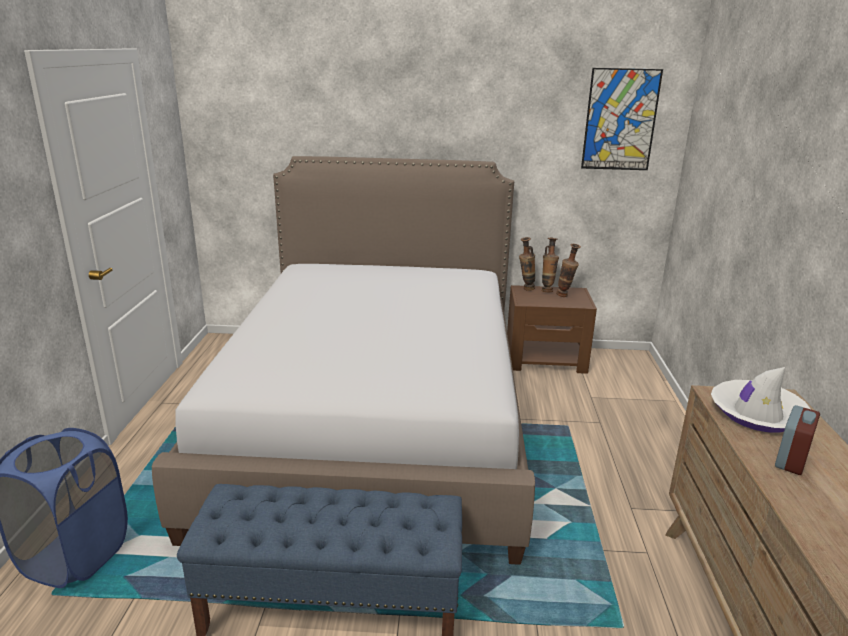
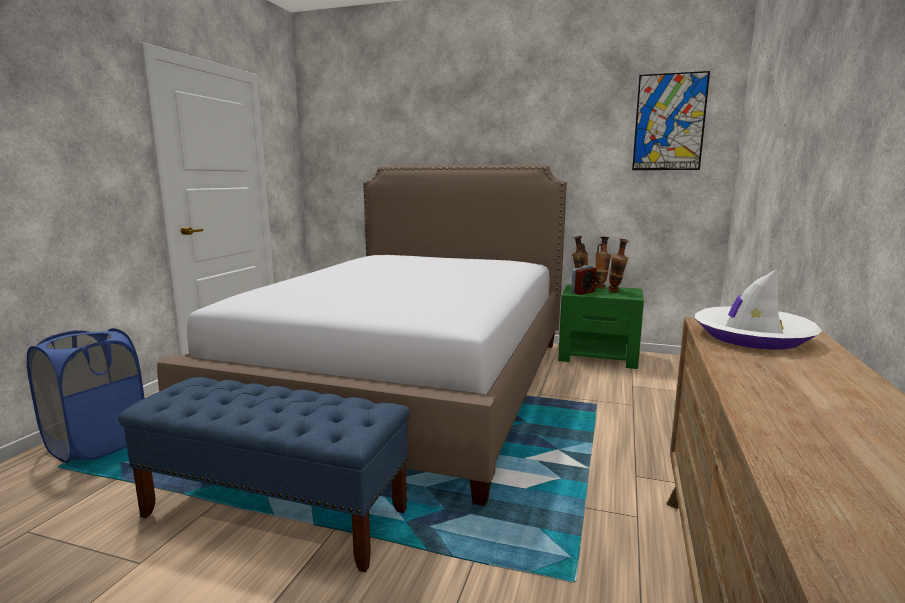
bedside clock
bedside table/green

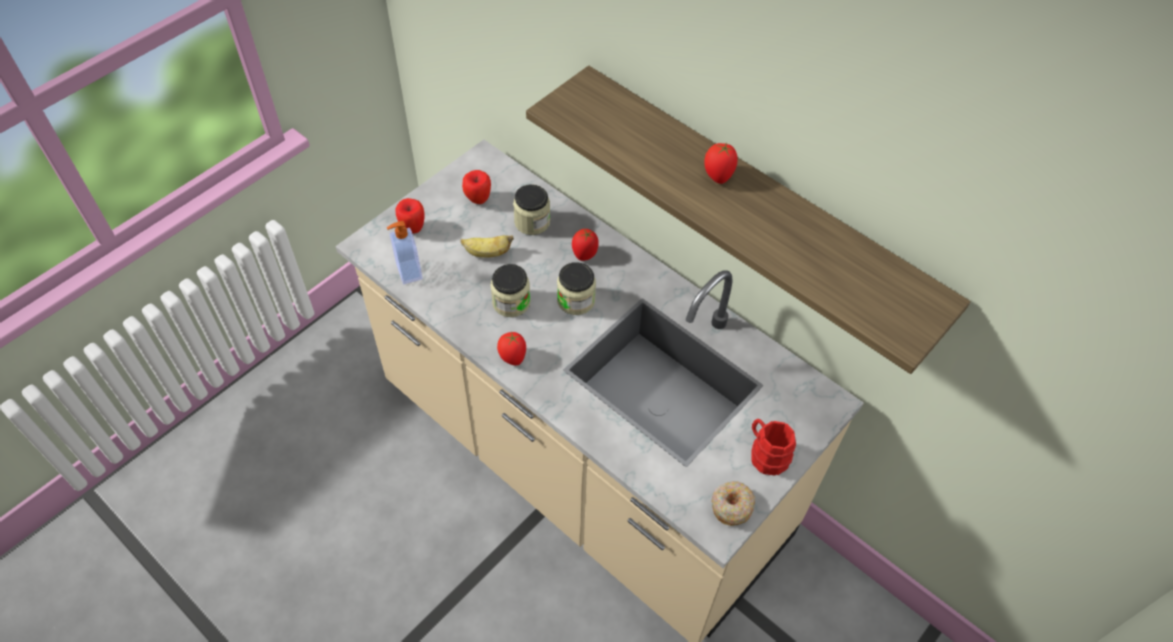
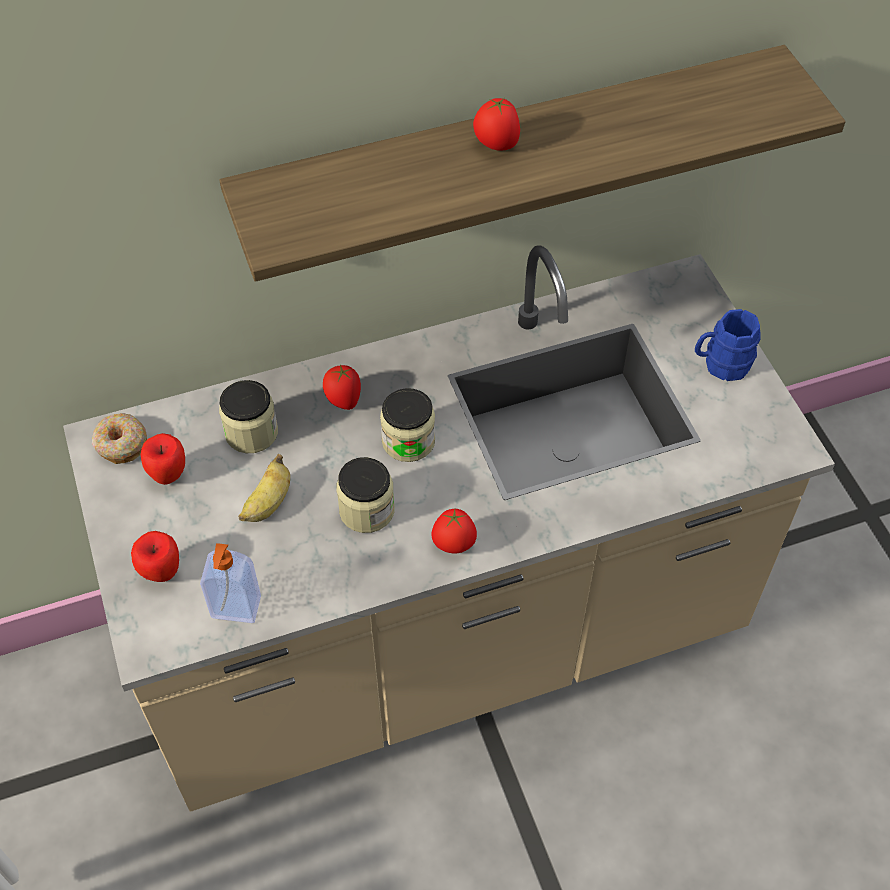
donut
tea mug/blue

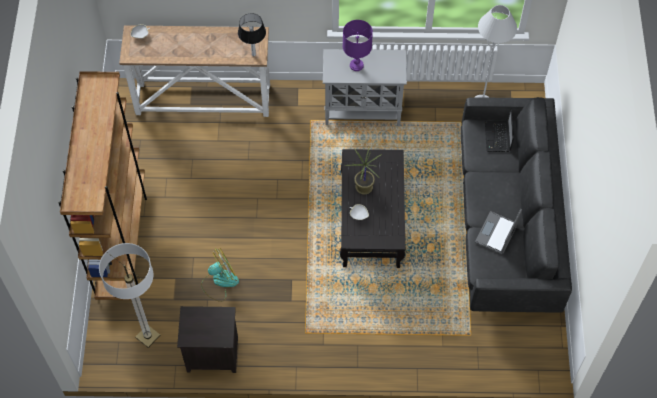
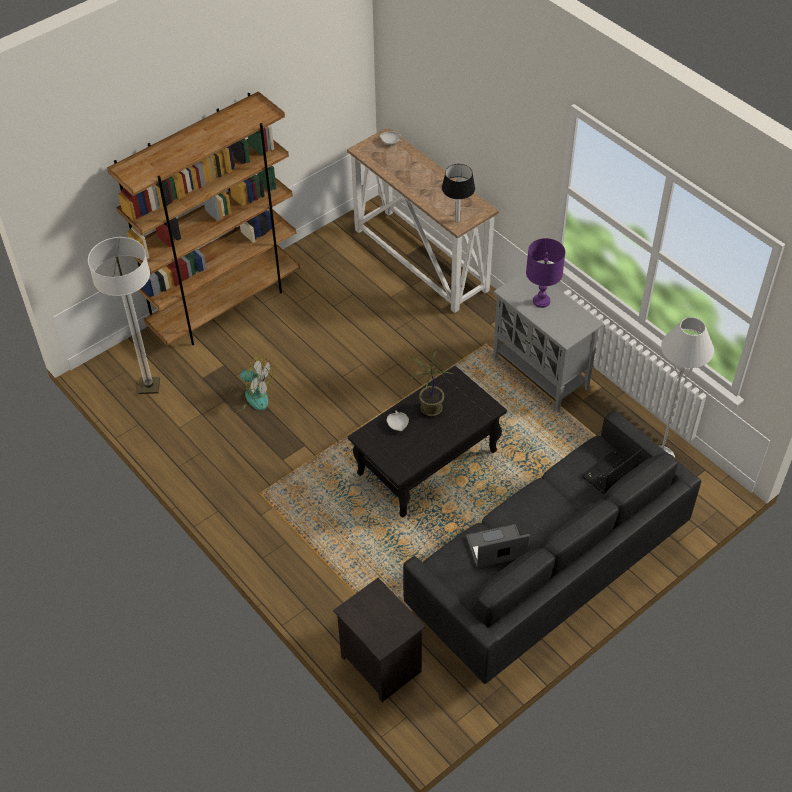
bedside table/black

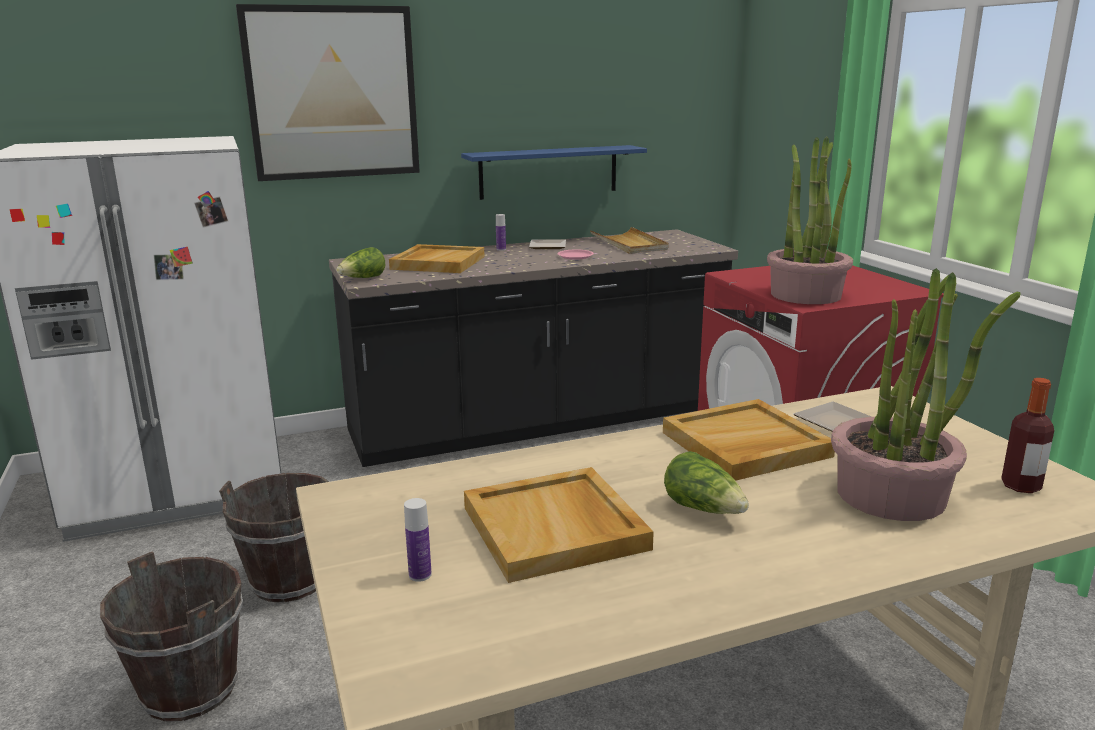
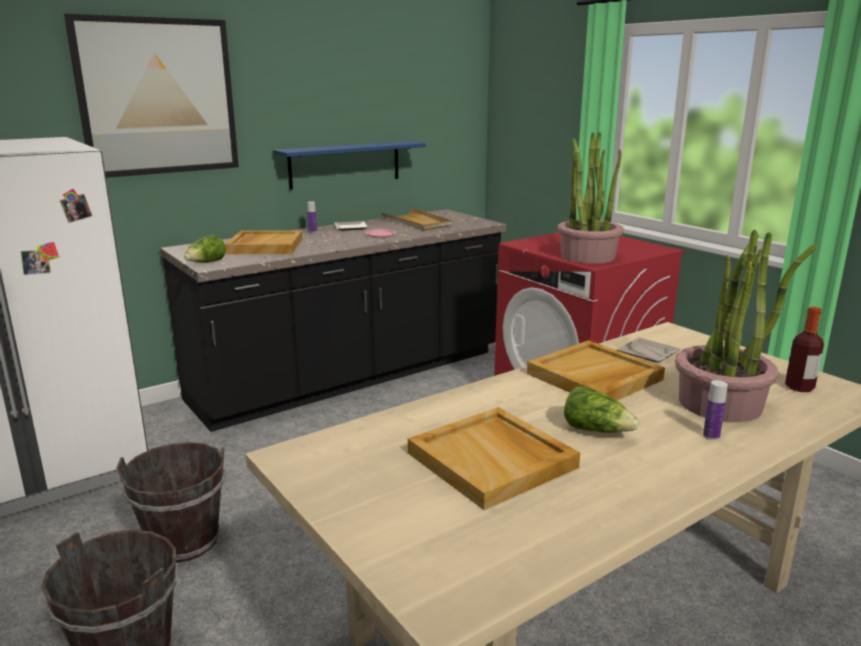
beverage bottle (2nd from left)

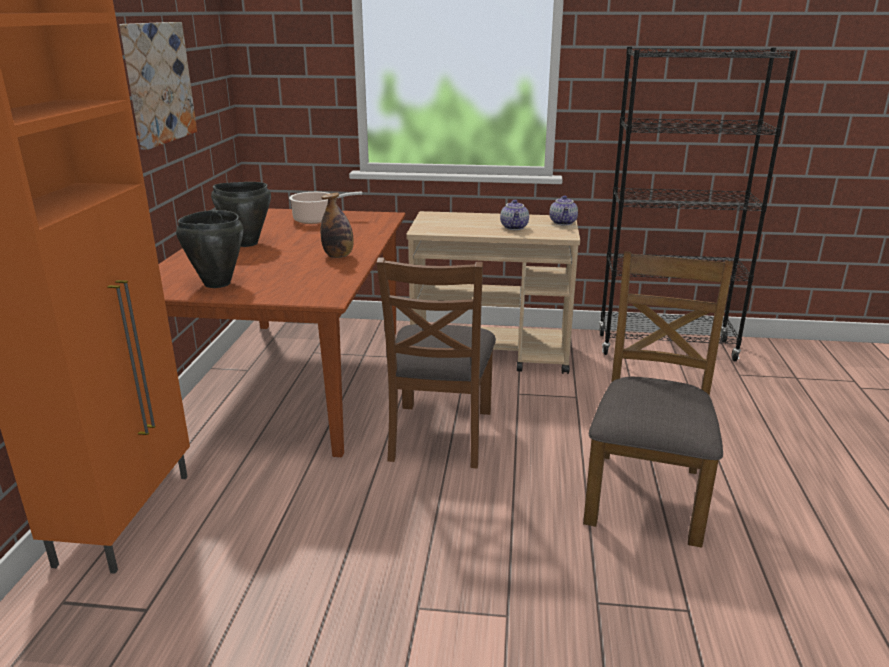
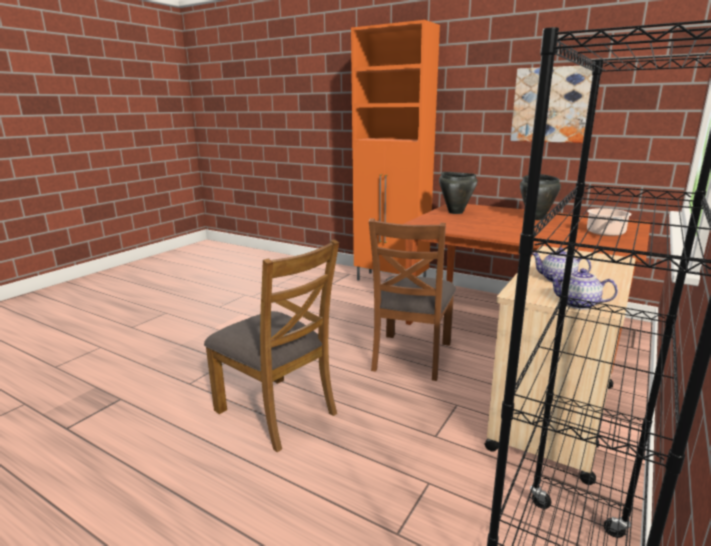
beverage bottle
upright chair/brown (2nd from left)

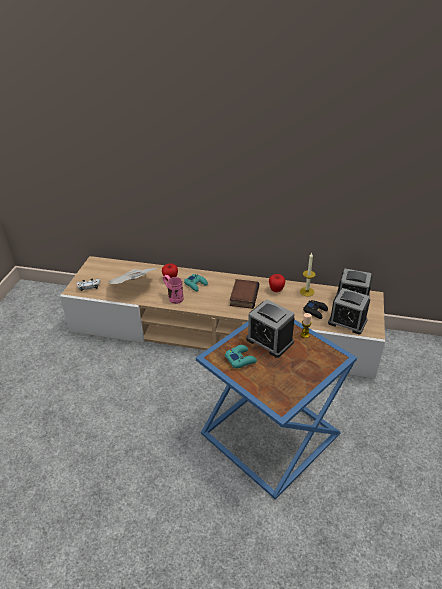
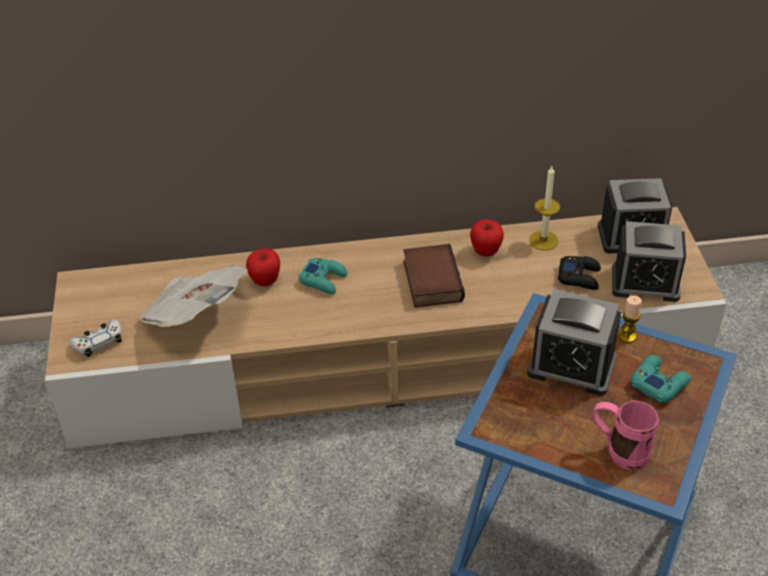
tea mug/pinkish
gamepad/turquoise-coloured (2nd from left)

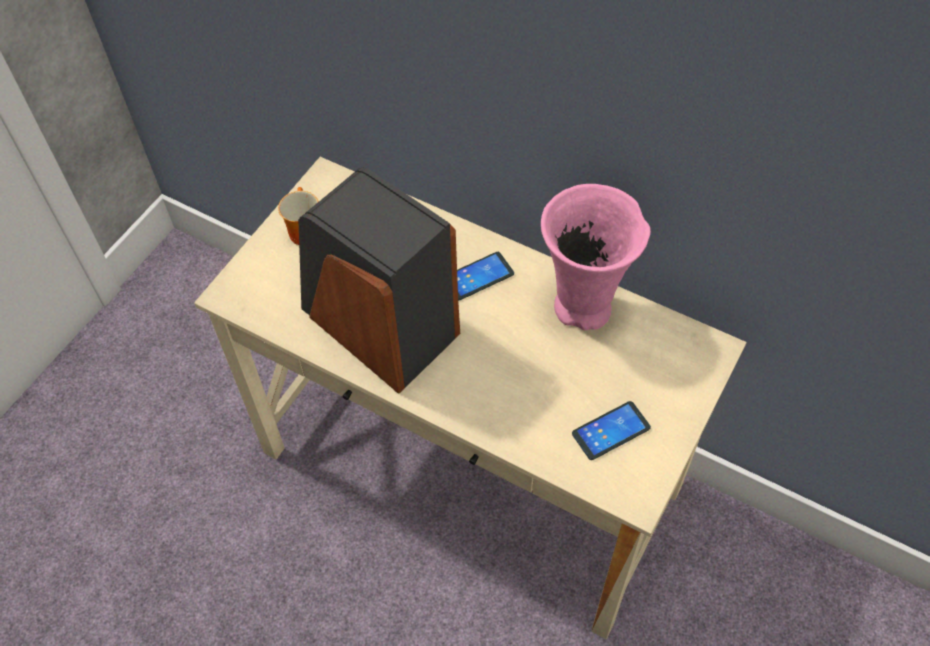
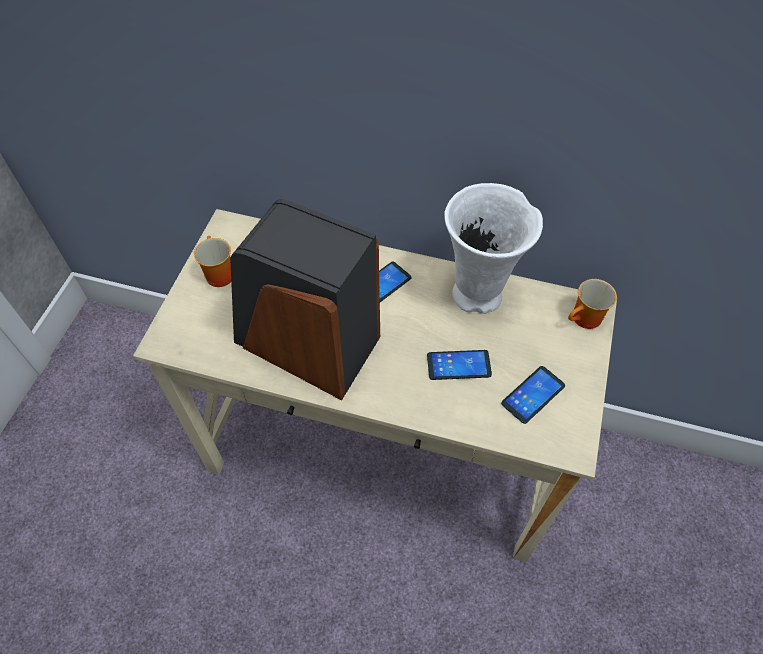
telephone (2nd from left)
tea mug (2nd from left)
decorative vase/white

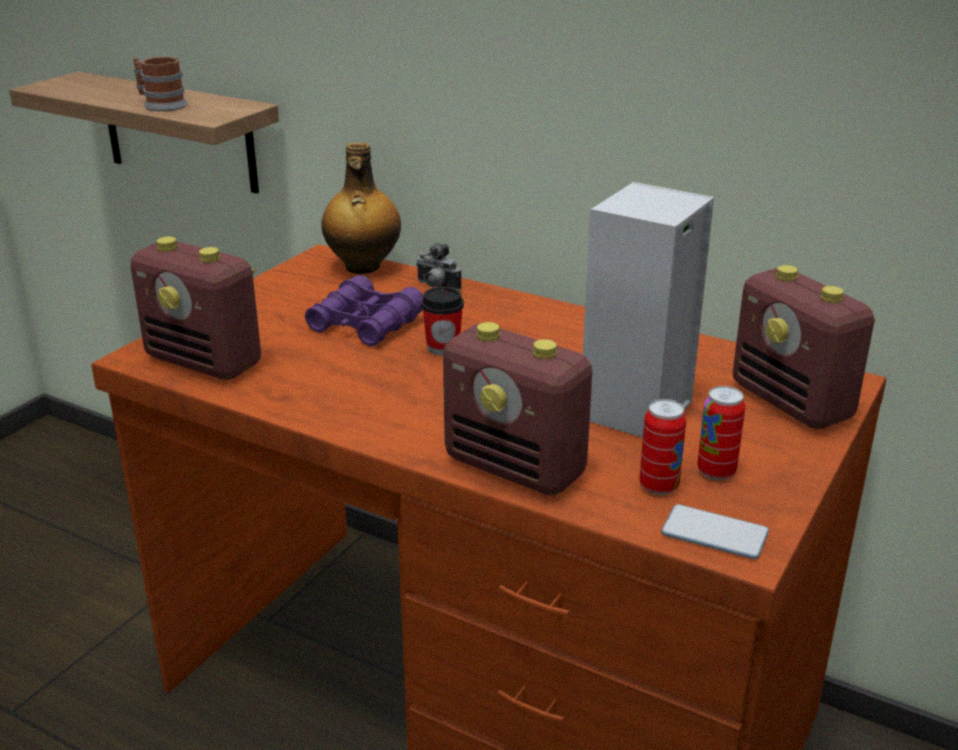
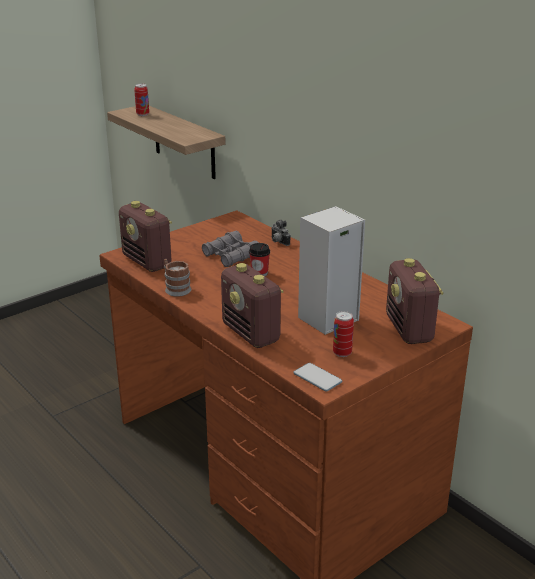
beverage bottle
tea mug
metal can (1st from left)
field glasses/greyish

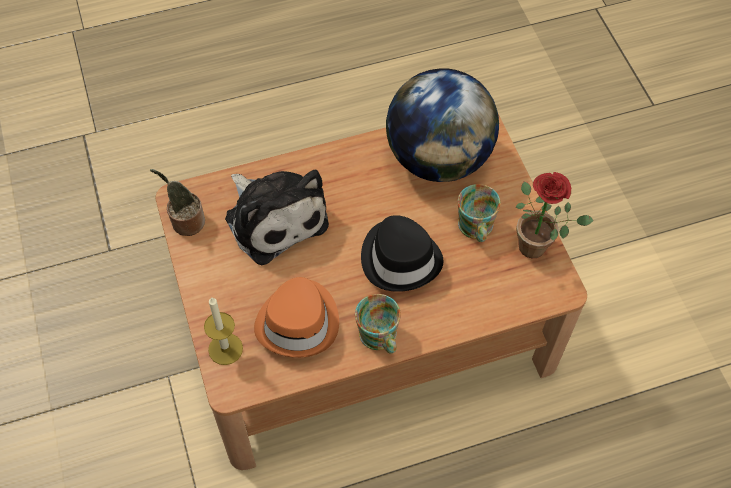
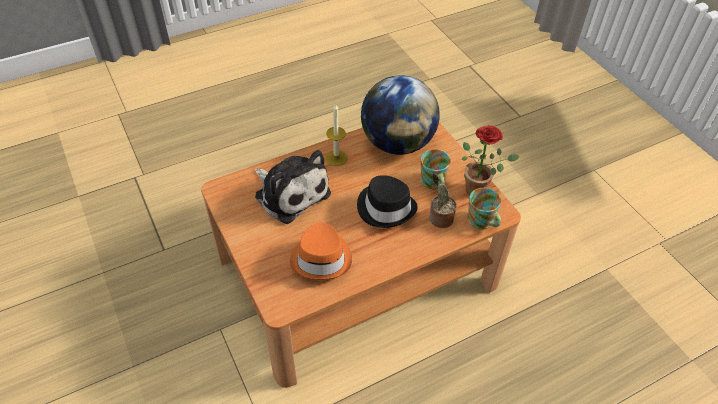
plant in a pot (1st from left)
wax candle
tea mug (2nd from left)

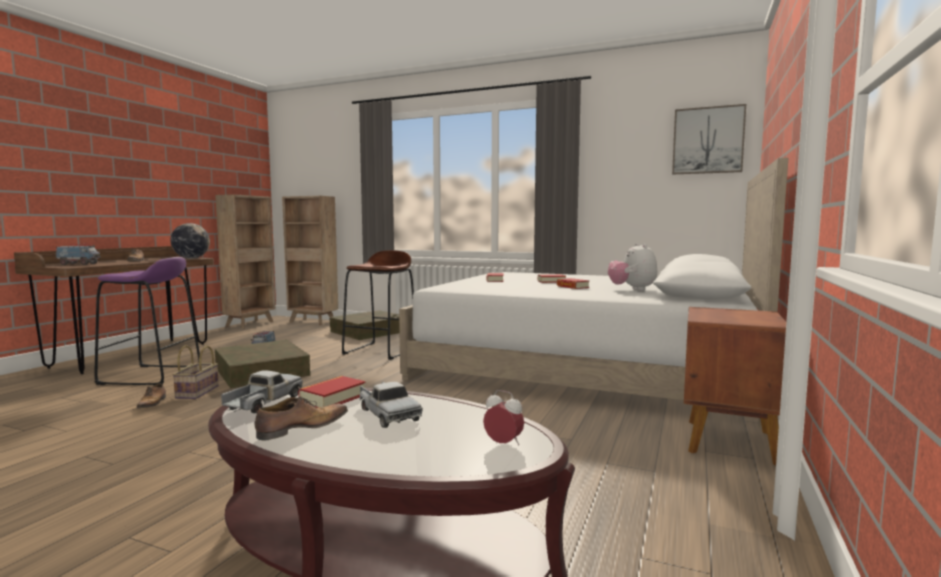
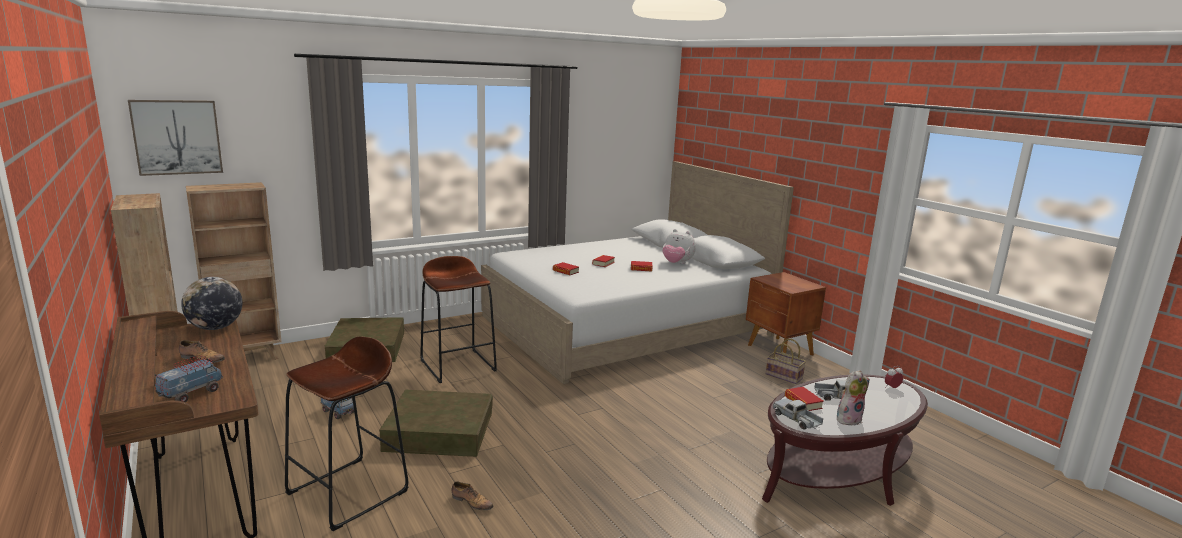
basket
picture
cuddly toy (2nd from left)
sitting stool/brown (1st from left)

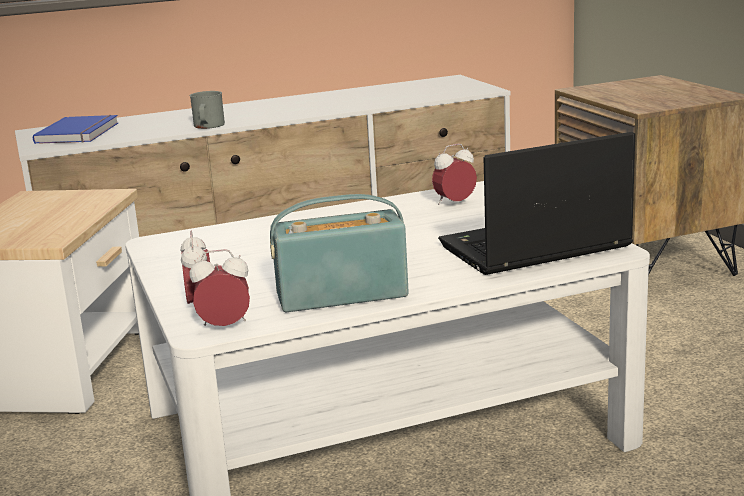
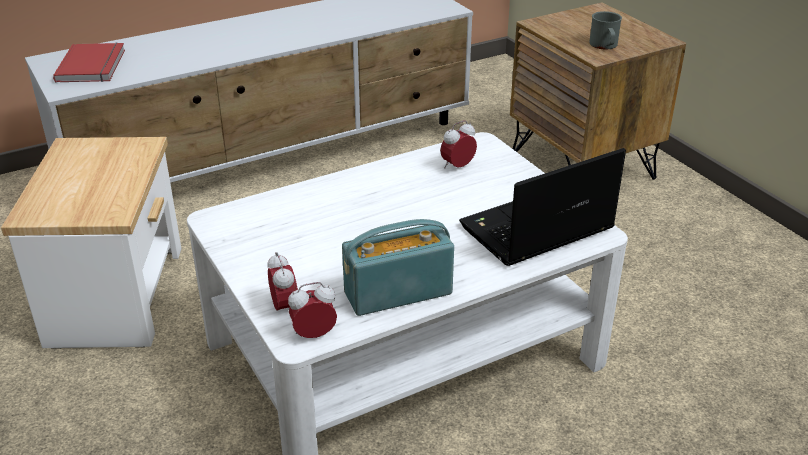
tea mug/greyish
bound book/red

